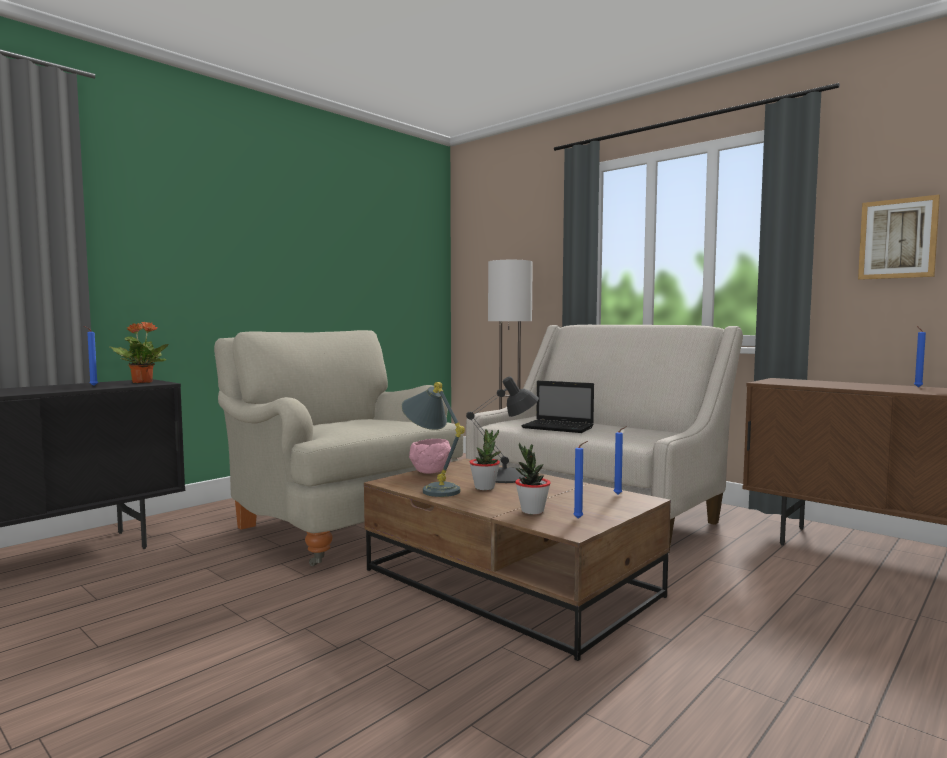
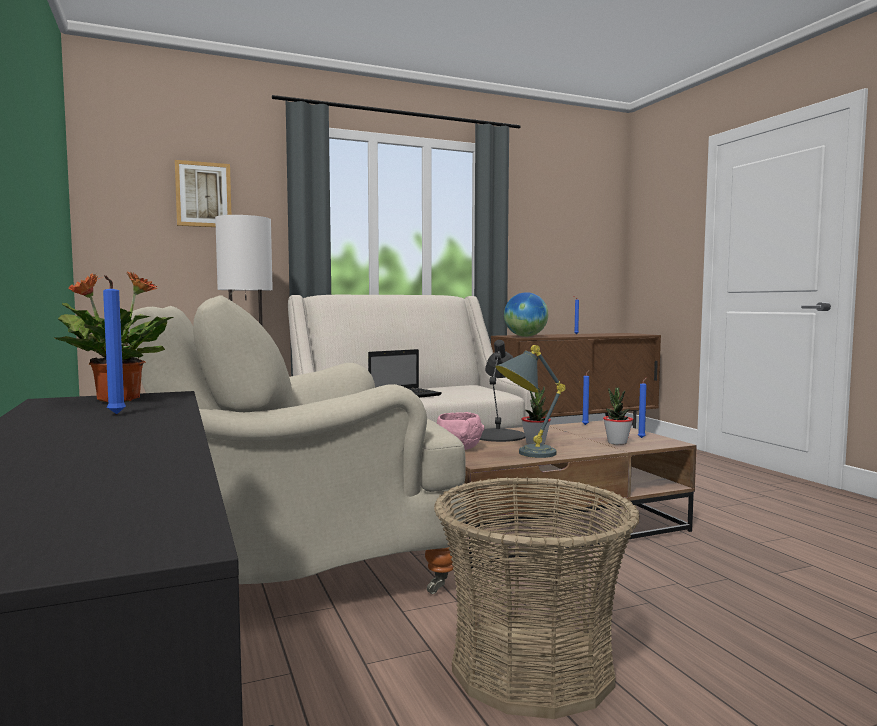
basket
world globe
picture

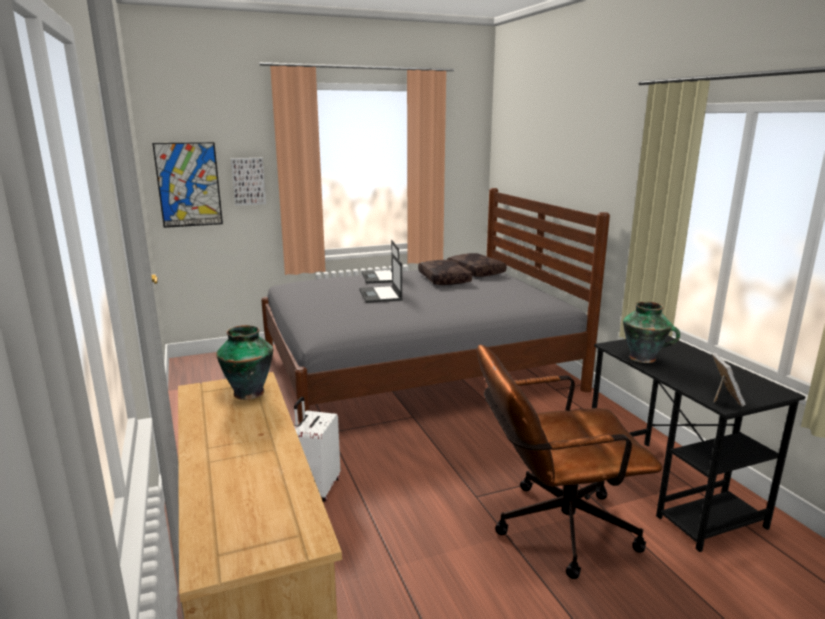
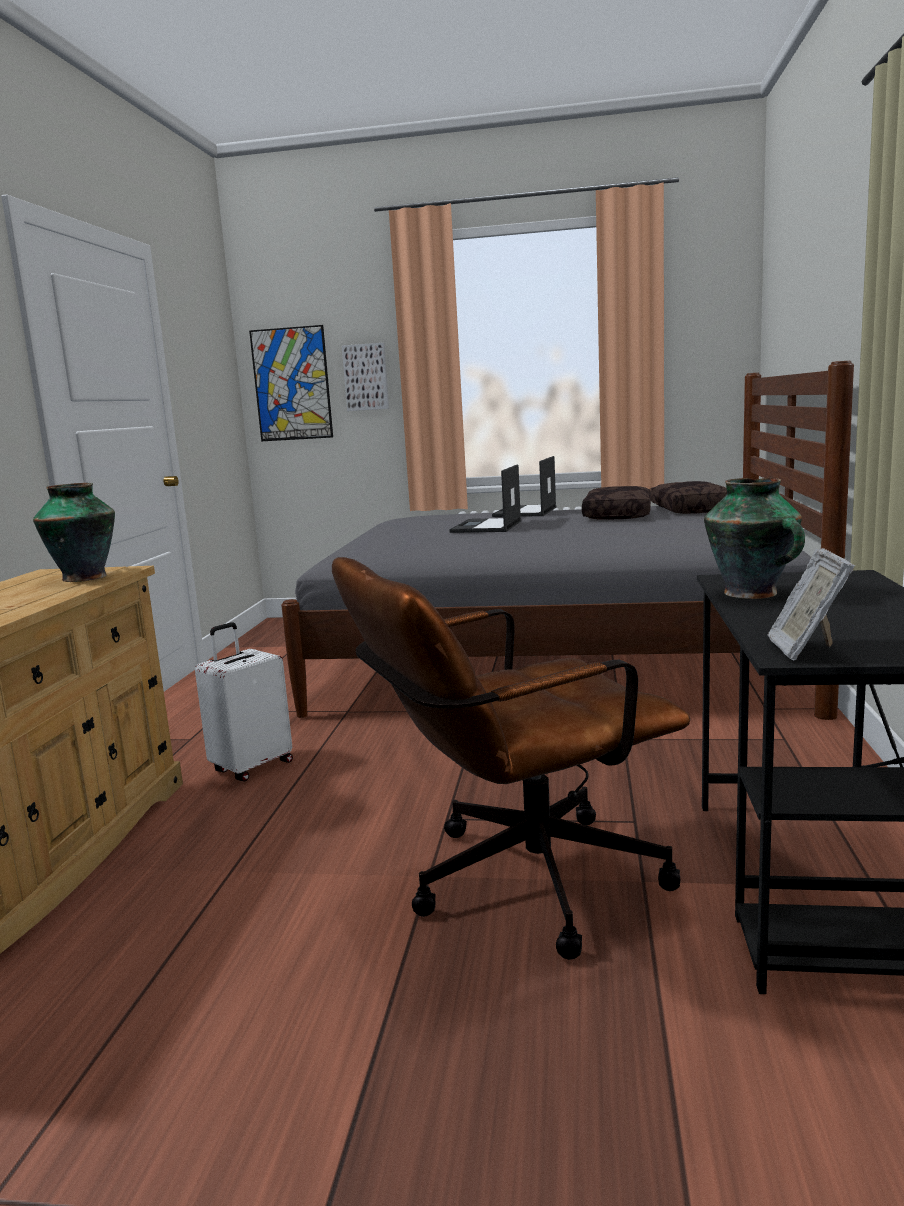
computer chair/brown
picture frame

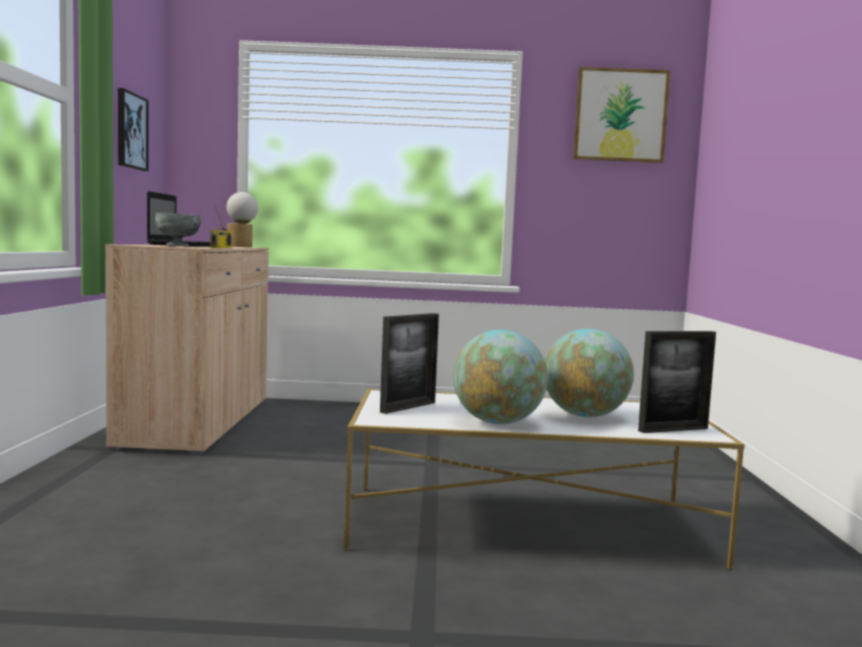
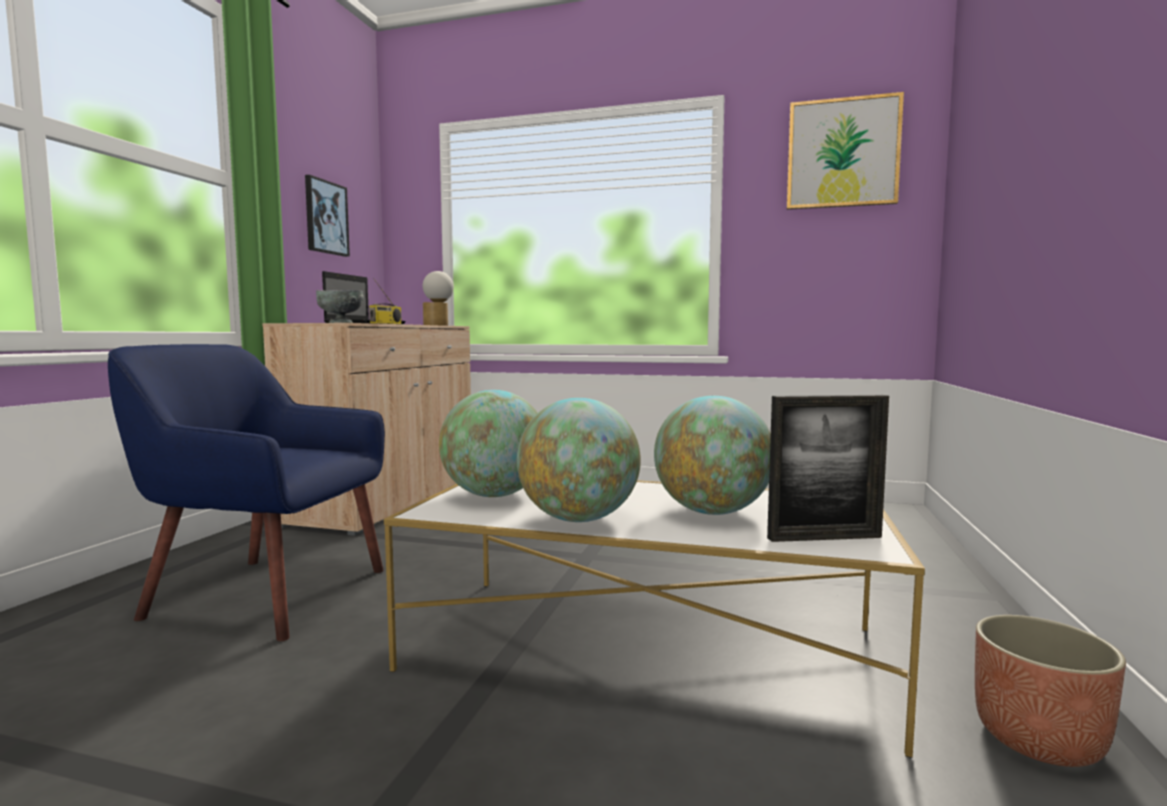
easy chair/blue
planter
world globe (1st from left)

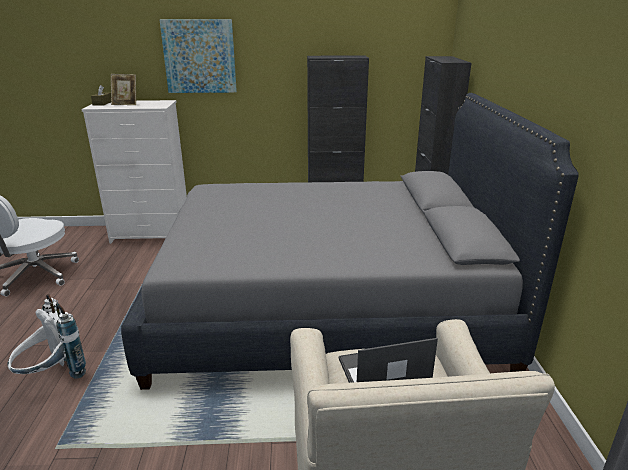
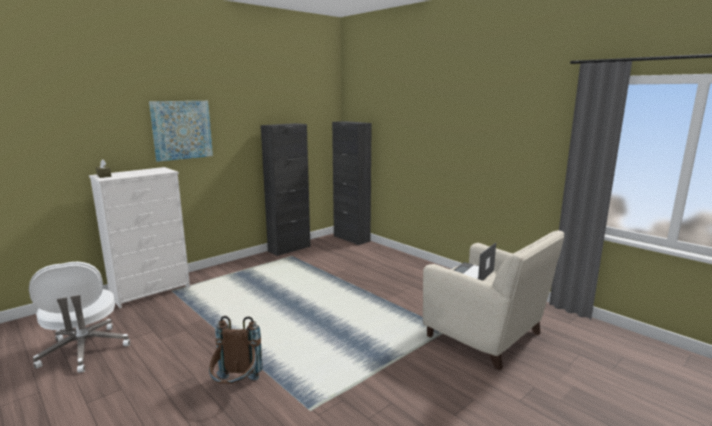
picture frame
sleeping bed/greyish
backpack/brown

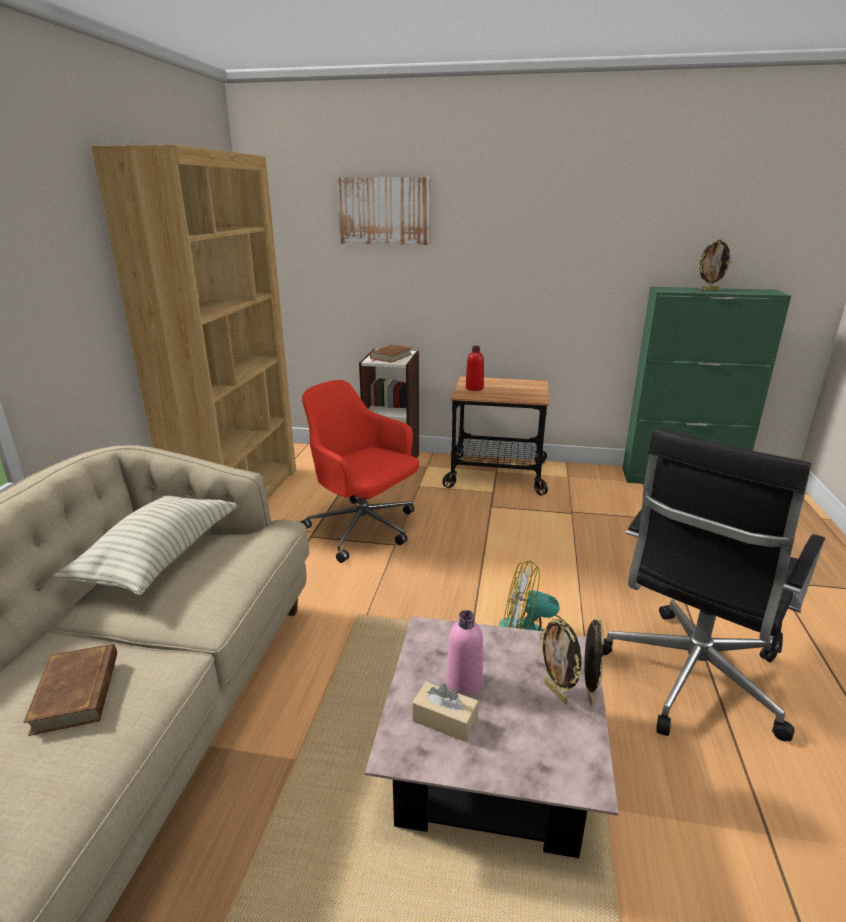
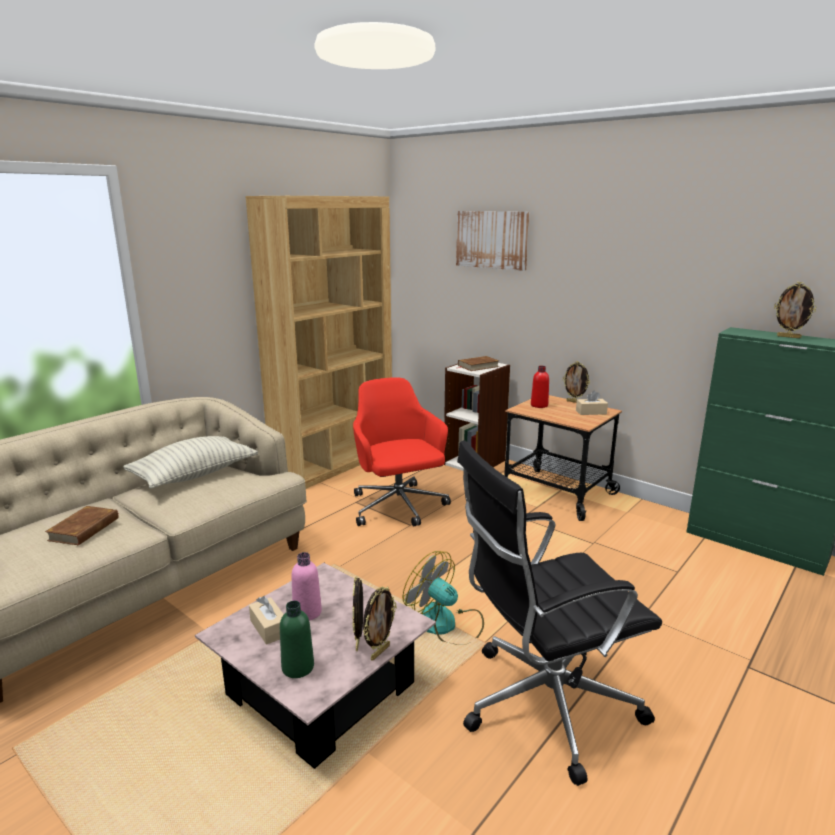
beverage bottle/green
picture frame (3rd from left)
tissue box/beige (2nd from left)

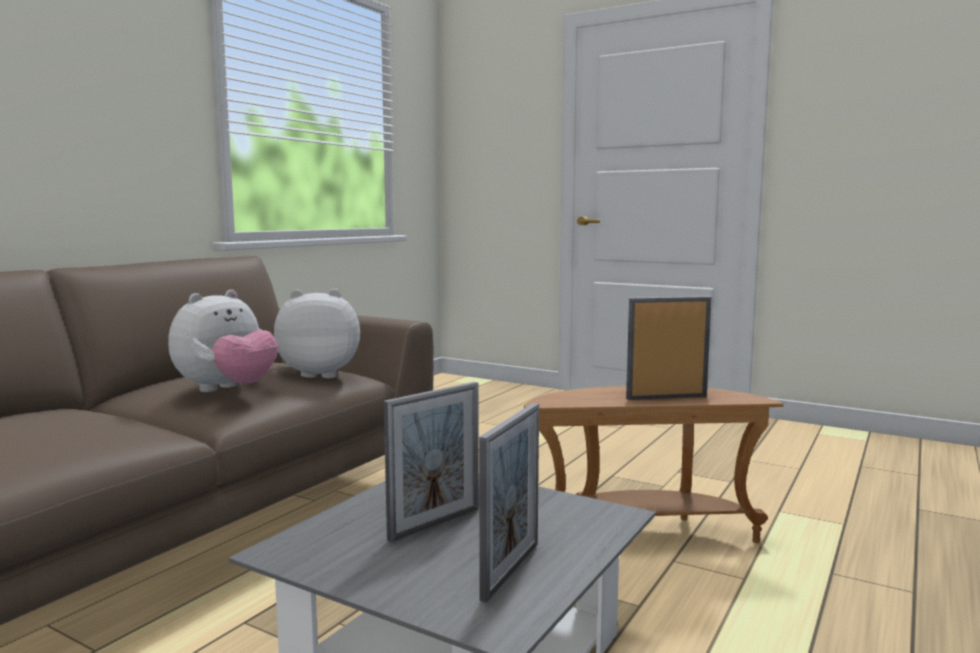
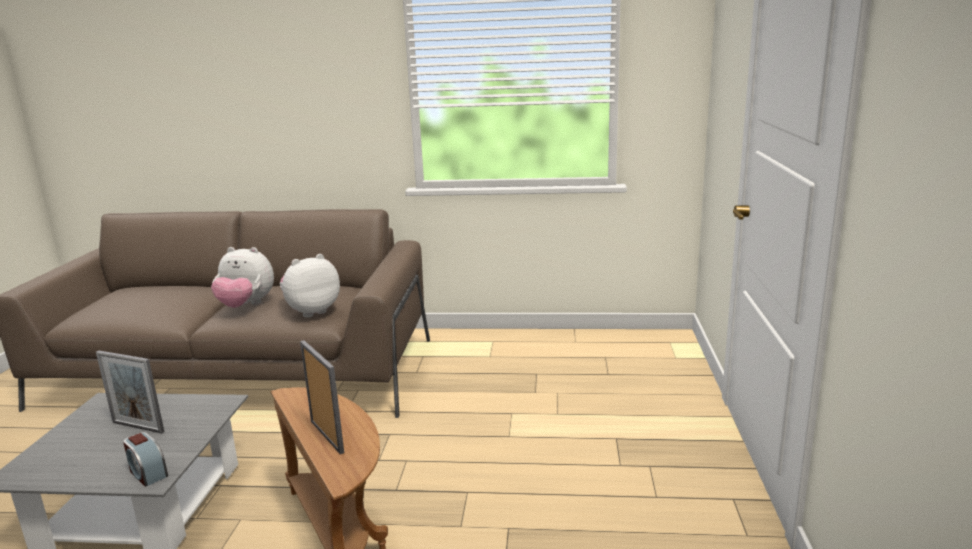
picture frame (2nd from left in the first image)
bedside clock
cuddly toy (2nd from left)

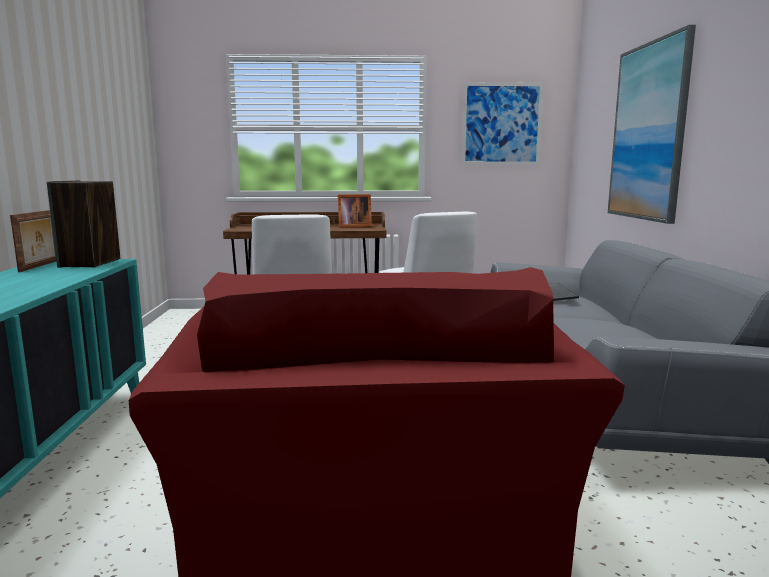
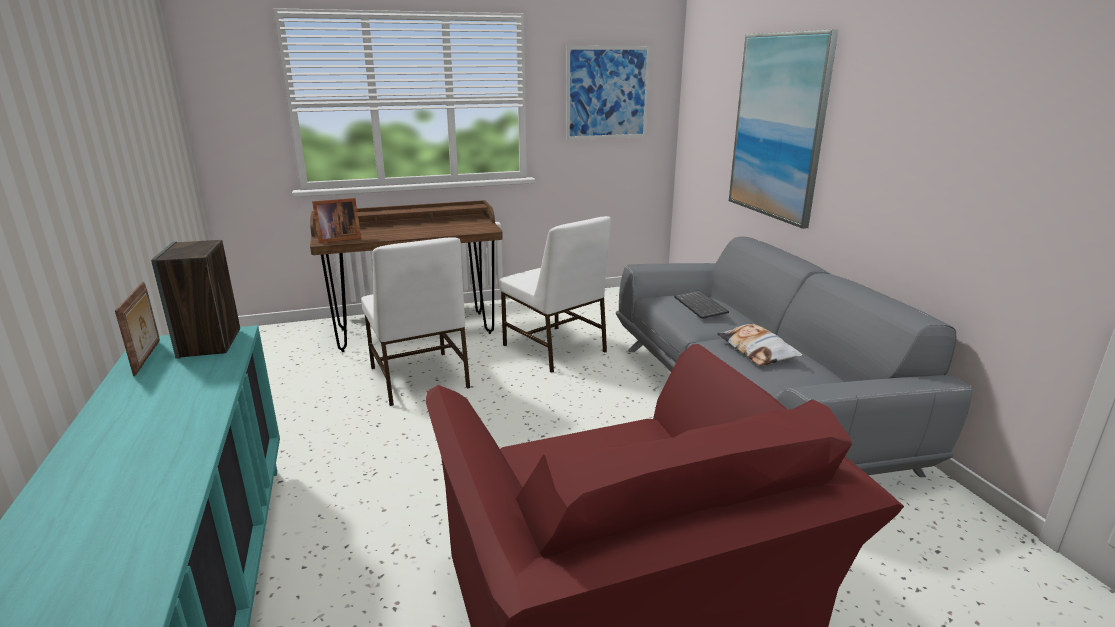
throw pillow
picture frame (2nd from left)

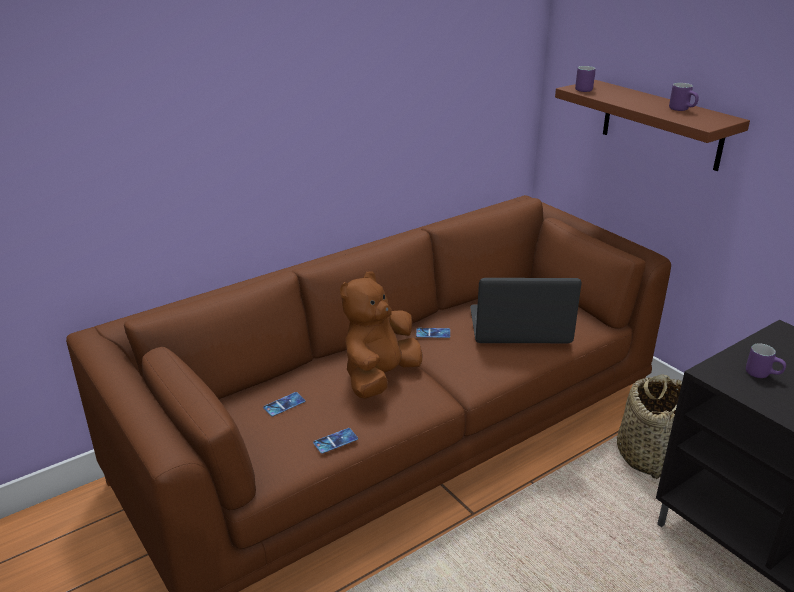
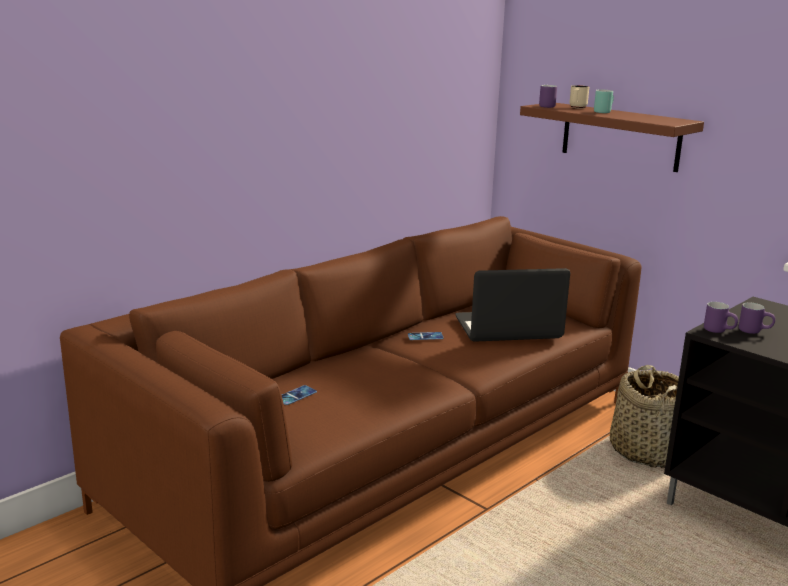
telephone (2nd from left in the first image)
cuddly toy/brown
tea mug/beige
tea mug/turquoise-coloured
tea mug/purple-coloured (2nd from left)

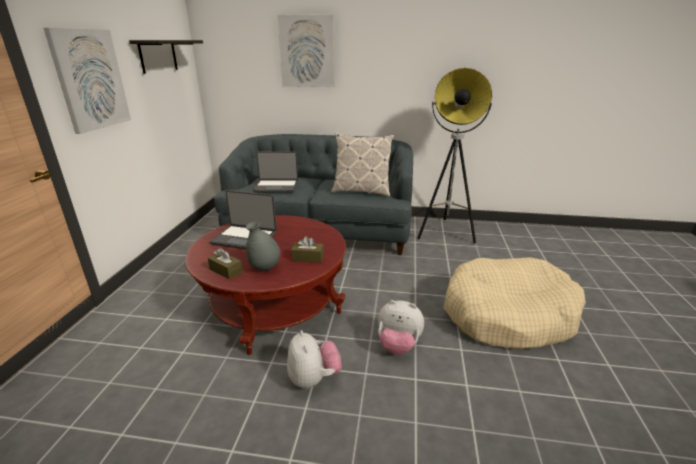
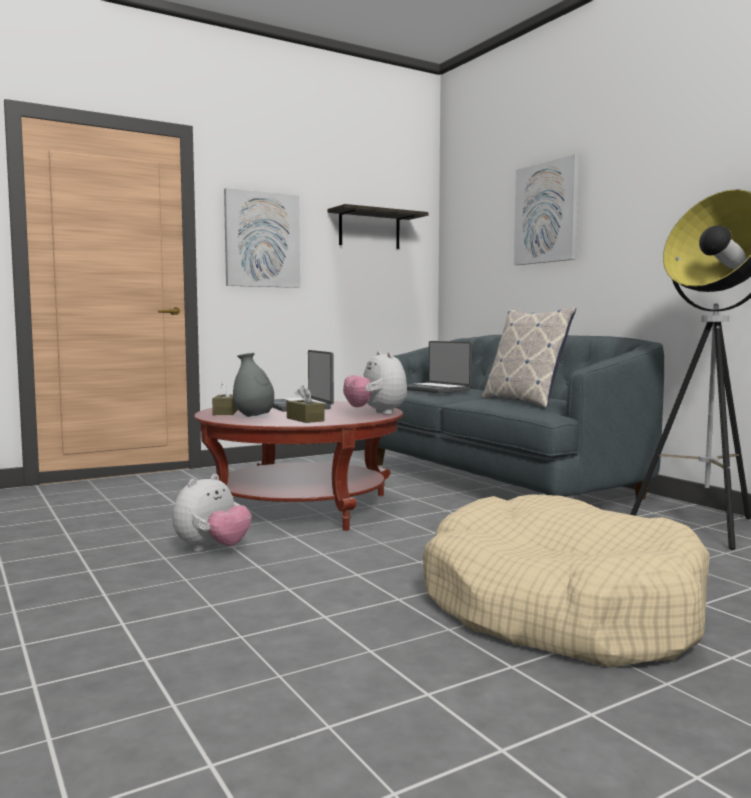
cuddly toy (2nd from left)

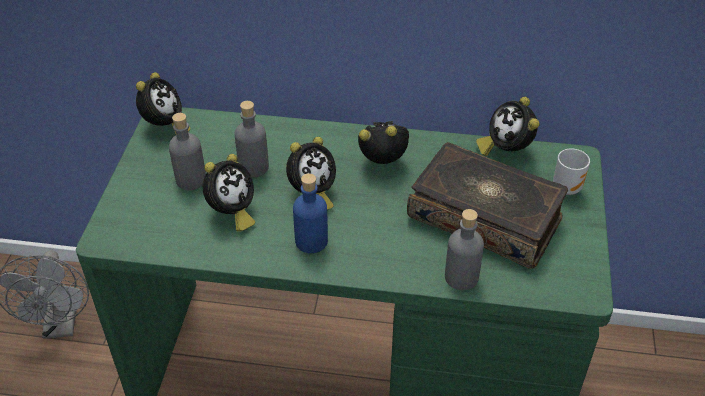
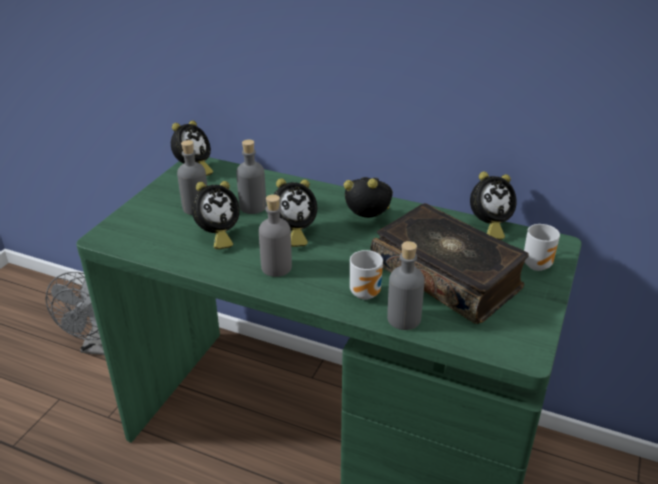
tea mug (1st from left)
beverage bottle/greyish (3rd from left)
bedside clock (5th from left)

